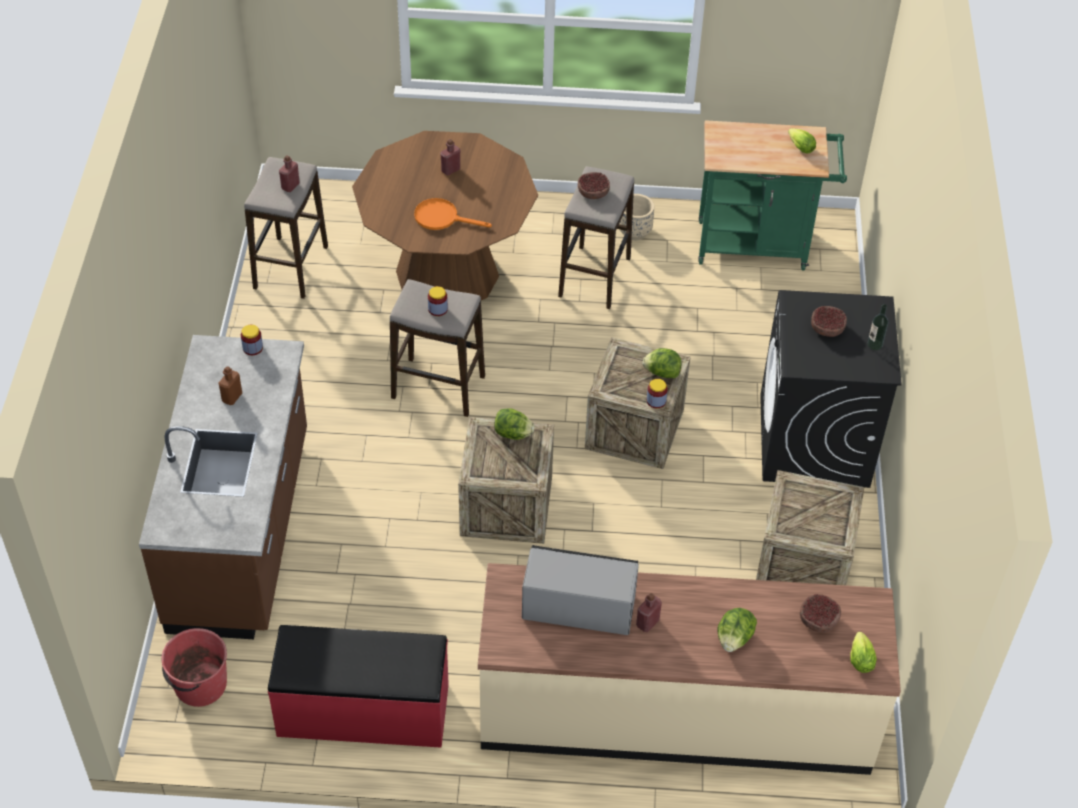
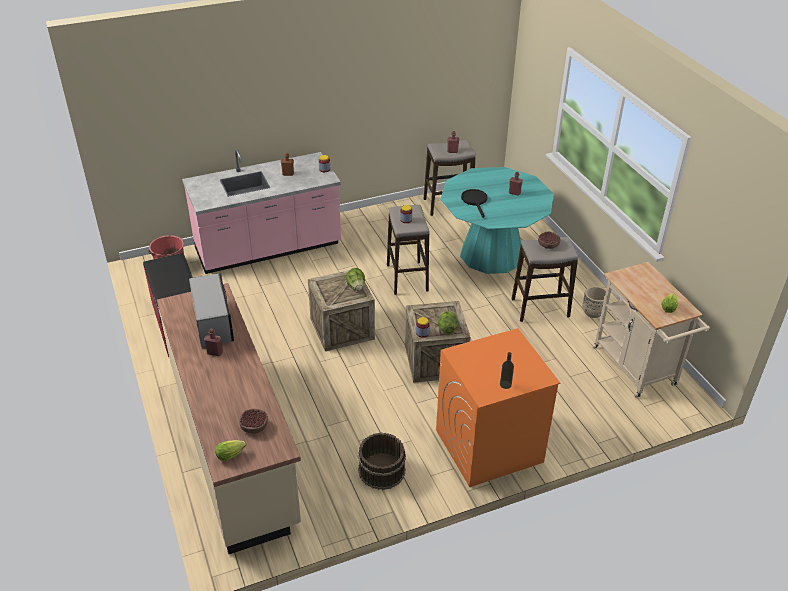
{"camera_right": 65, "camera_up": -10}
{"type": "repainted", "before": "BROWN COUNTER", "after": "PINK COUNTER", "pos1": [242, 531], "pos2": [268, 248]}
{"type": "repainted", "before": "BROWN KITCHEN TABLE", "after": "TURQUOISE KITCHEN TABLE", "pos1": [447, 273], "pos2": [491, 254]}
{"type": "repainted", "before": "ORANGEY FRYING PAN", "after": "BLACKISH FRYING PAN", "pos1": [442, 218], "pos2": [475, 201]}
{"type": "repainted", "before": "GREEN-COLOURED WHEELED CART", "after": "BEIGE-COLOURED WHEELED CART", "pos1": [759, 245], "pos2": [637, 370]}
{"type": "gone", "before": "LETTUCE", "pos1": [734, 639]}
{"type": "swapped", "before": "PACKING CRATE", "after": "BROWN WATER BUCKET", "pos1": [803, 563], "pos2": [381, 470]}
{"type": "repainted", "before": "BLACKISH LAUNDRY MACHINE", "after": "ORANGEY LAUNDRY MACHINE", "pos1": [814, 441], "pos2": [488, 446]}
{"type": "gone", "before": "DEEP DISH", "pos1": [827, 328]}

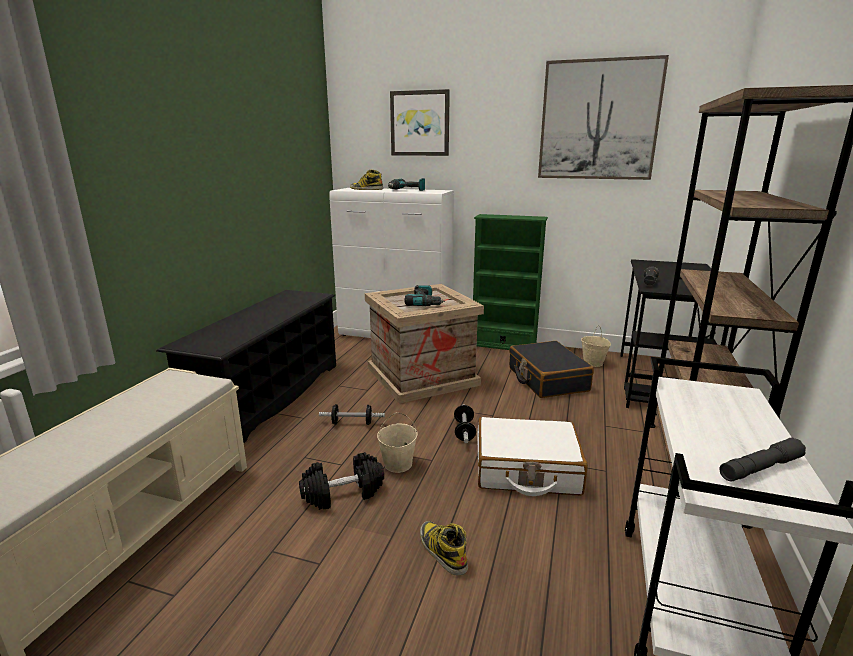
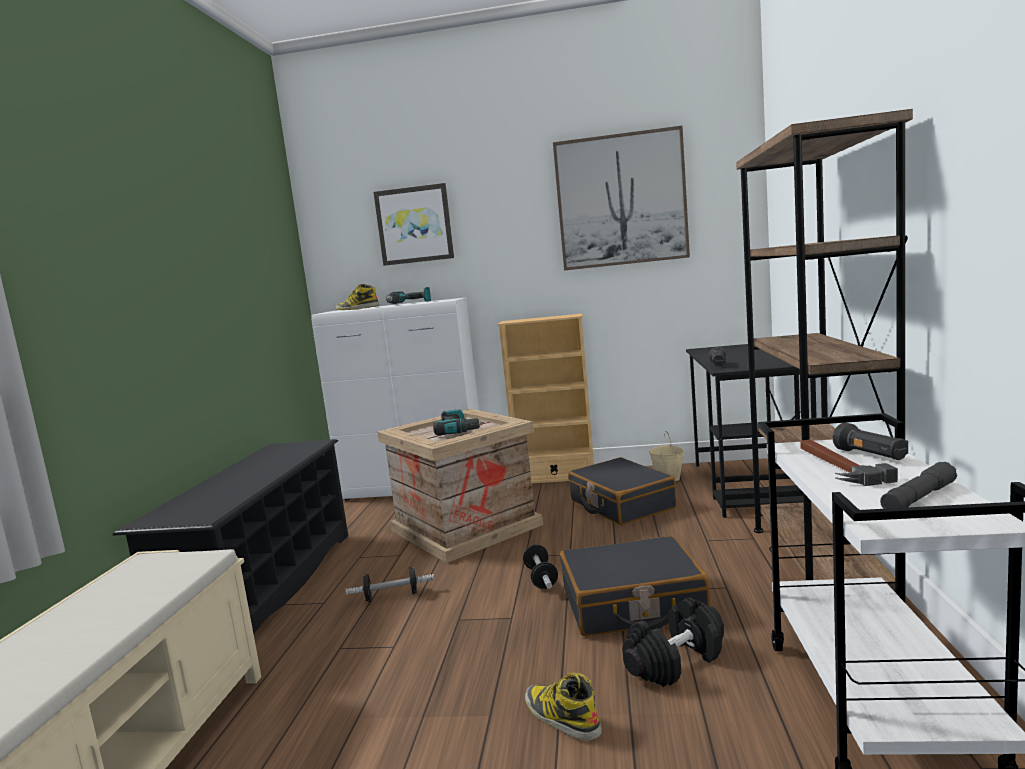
{"camera_right": -10, "camera_up": -10}
{"type": "shifted", "before": "BLACKISH FREE WEIGHT", "pos1": [343, 494], "pos2": [675, 662]}
{"type": "gone", "before": "BEIGE-COLOURED WATER BUCKET", "pos1": [398, 464]}
{"type": "repainted", "before": "GREEN-COLOURED BOOKCASE", "after": "BEIGE-COLOURED BOOKCASE", "pos1": [503, 345], "pos2": [555, 477]}
{"type": "repainted", "before": "WHITE PIECE OF LUGGAGE", "after": "BLACKISH PIECE OF LUGGAGE", "pos1": [526, 469], "pos2": [632, 605]}
{"type": "new", "after": "HAND HAMMER", "pos2": [835, 465]}
{"type": "new", "after": "BLACKISH TORCH", "pos2": [870, 456]}

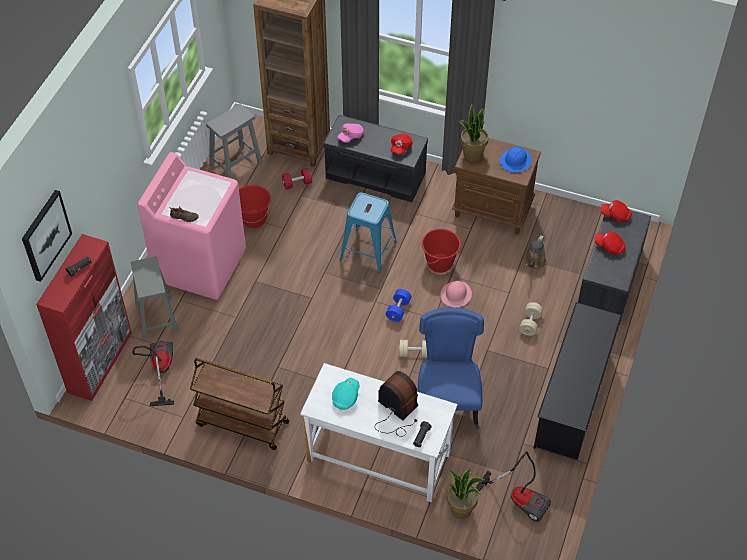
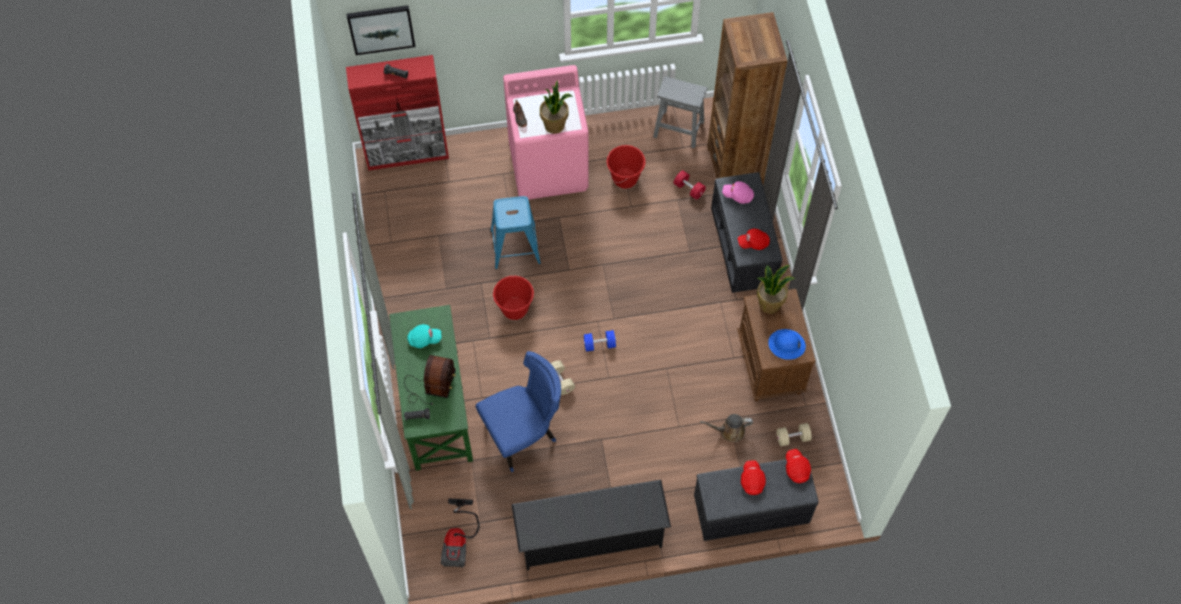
{"camera_right": 60, "camera_up": 10}
{"type": "gone", "before": "GREYISH STOOL SEAT", "pos1": [156, 317]}
{"type": "gone", "before": "HOOVER", "pos1": [159, 371]}
{"type": "gone", "before": "BROWN WHEELED CART", "pos1": [241, 424]}
{"type": "repainted", "before": "WHITE DESK", "after": "GREEN-COLOURED DESK", "pos1": [378, 458], "pos2": [436, 407]}
{"type": "shifted", "before": "BLUISH STOOL SEAT", "pos1": [368, 250], "pos2": [515, 247]}
{"type": "shifted", "before": "RED-COLOURED WATER BUCKET", "pos1": [440, 263], "pos2": [515, 309]}
{"type": "gone", "before": "PINK HARD HAT", "pos1": [456, 295]}
{"type": "shifted", "before": "PLANT IN A POT", "pos1": [461, 509], "pos2": [555, 125]}
{"type": "shifted", "before": "BEIGE-COLOURED FREE WEIGHT", "pos1": [530, 323], "pos2": [792, 438]}

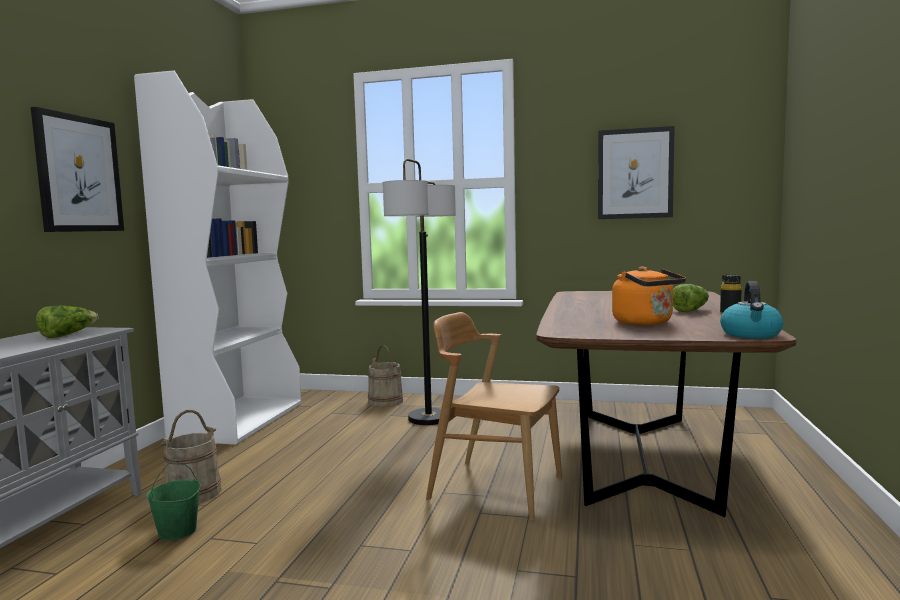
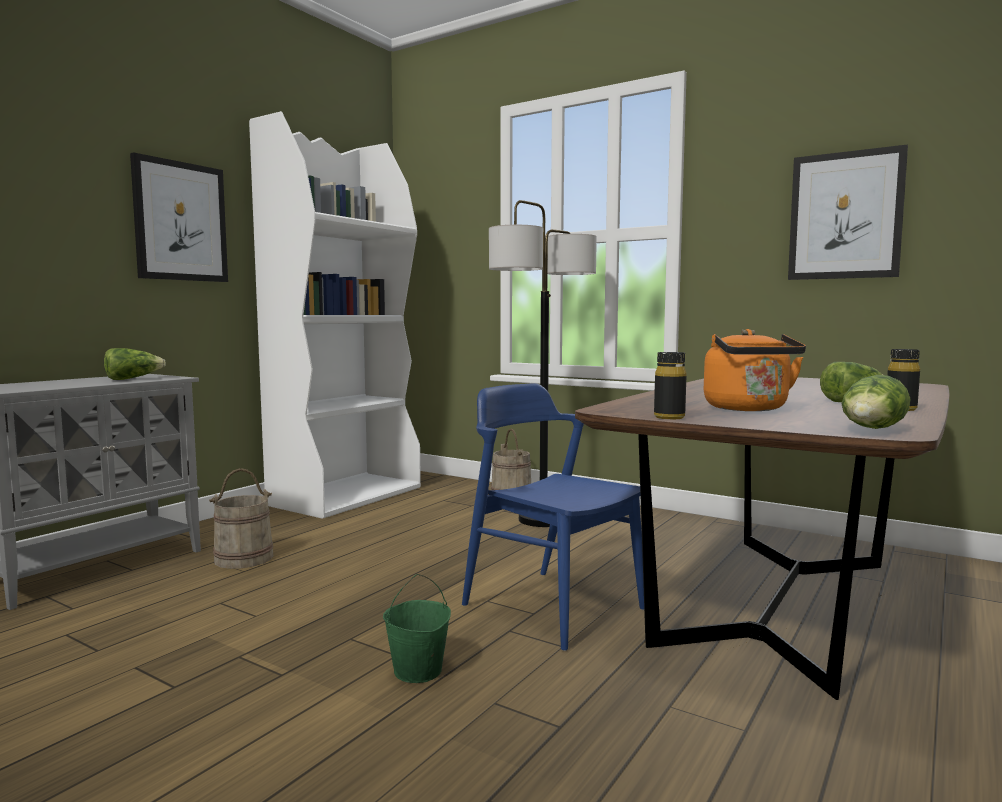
{"camera_right": 20, "camera_up": 0}
{"type": "shifted", "before": "GREEN-COLOURED WATER BUCKET", "pos1": [178, 532], "pos2": [418, 671]}
{"type": "repainted", "before": "BROWN PLAIN CHAIR", "after": "BLUISH PLAIN CHAIR", "pos1": [495, 488], "pos2": [552, 606]}
{"type": "swapped", "before": "KETTLE", "after": "LETTUCE", "pos1": [751, 334], "pos2": [872, 430]}
{"type": "new", "after": "BLACKISH DRINK BOTTLE", "pos2": [669, 417]}

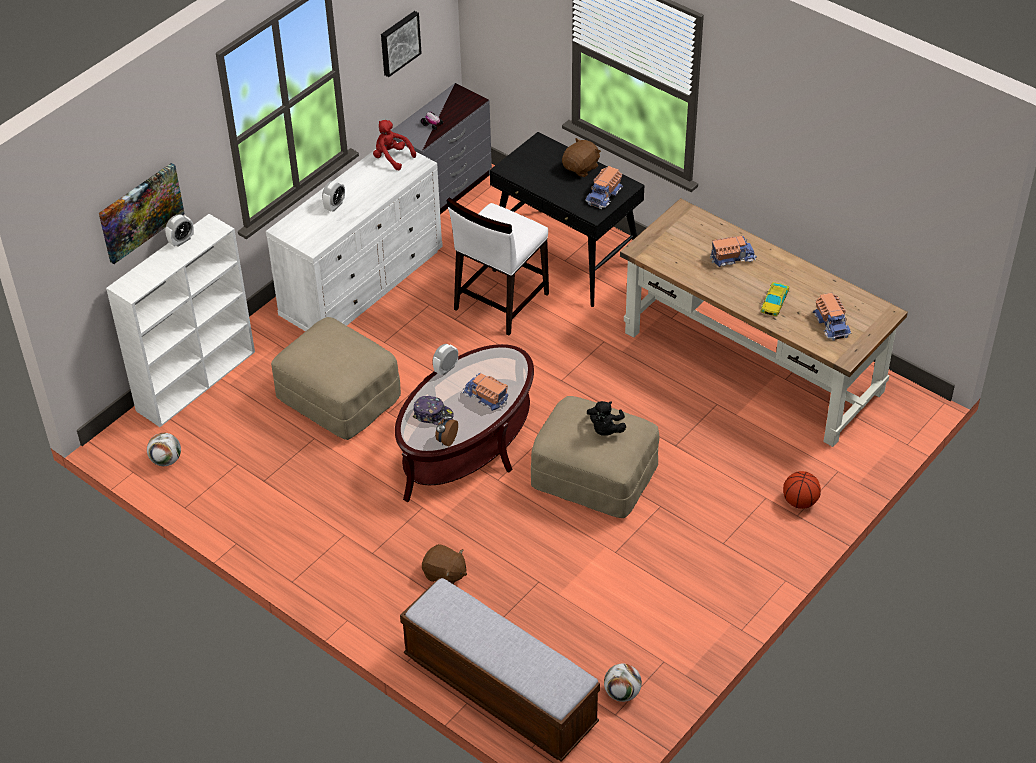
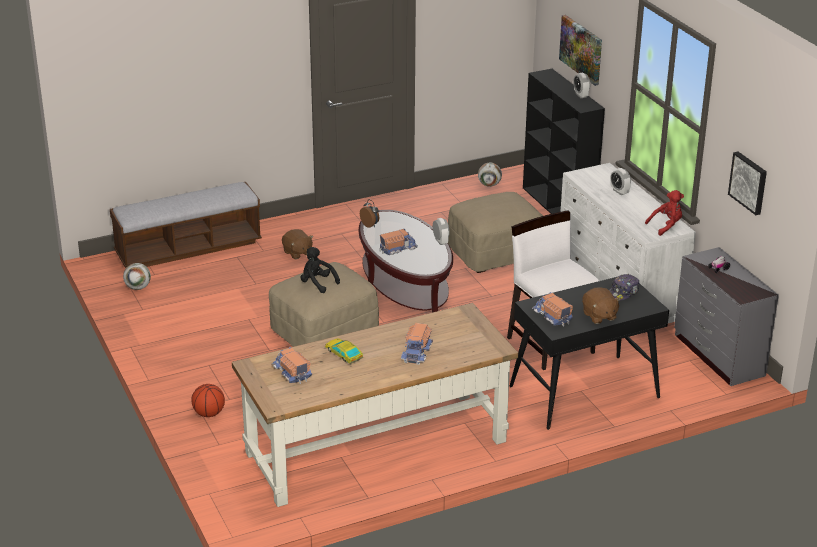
{"camera_right": 115, "camera_up": -15}
{"type": "repainted", "before": "WHITE BOOKCASE", "after": "BLACKISH BOOKCASE", "pos1": [197, 380], "pos2": [558, 207]}
{"type": "shifted", "before": "PEAKED CAP", "pos1": [433, 415], "pos2": [623, 292]}
{"type": "rotated", "before": "BROWN SOFT TOY", "pos1": [444, 575], "pos2": [297, 253], "turn": -90}
{"type": "rotated", "before": "TOY LORRY", "pos1": [832, 324], "pos2": [291, 373], "turn": 45}

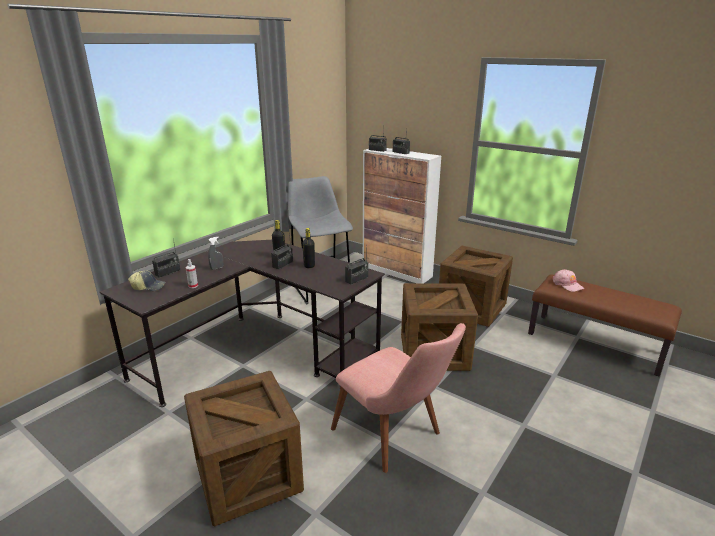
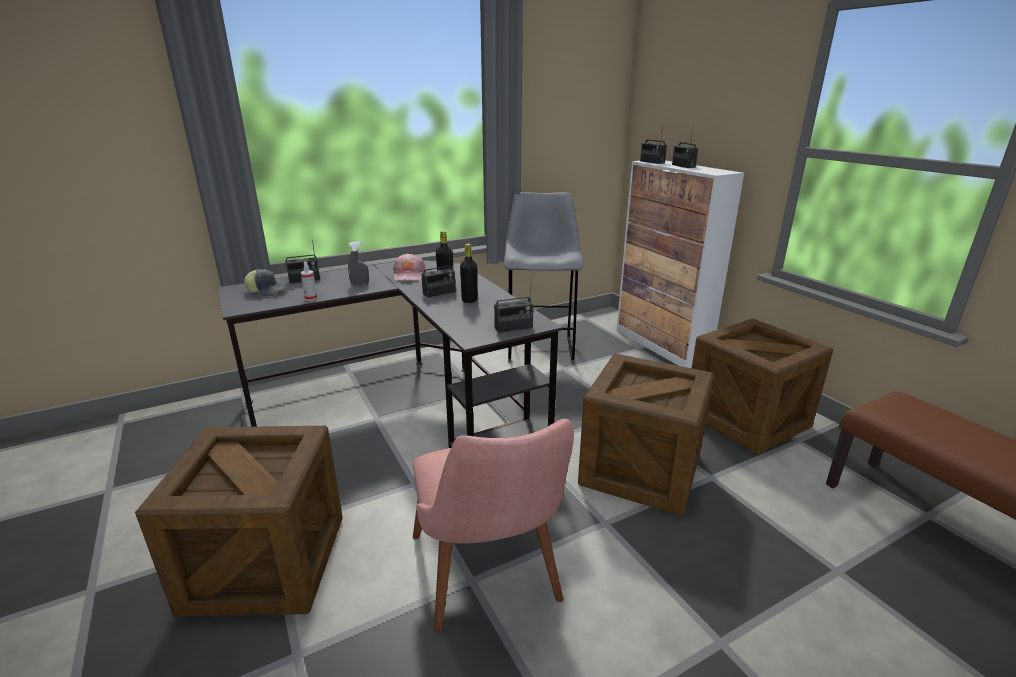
{"camera_right": 25, "camera_up": 0}
{"type": "shifted", "before": "PINK PEAKED CAP", "pos1": [567, 284], "pos2": [409, 275]}

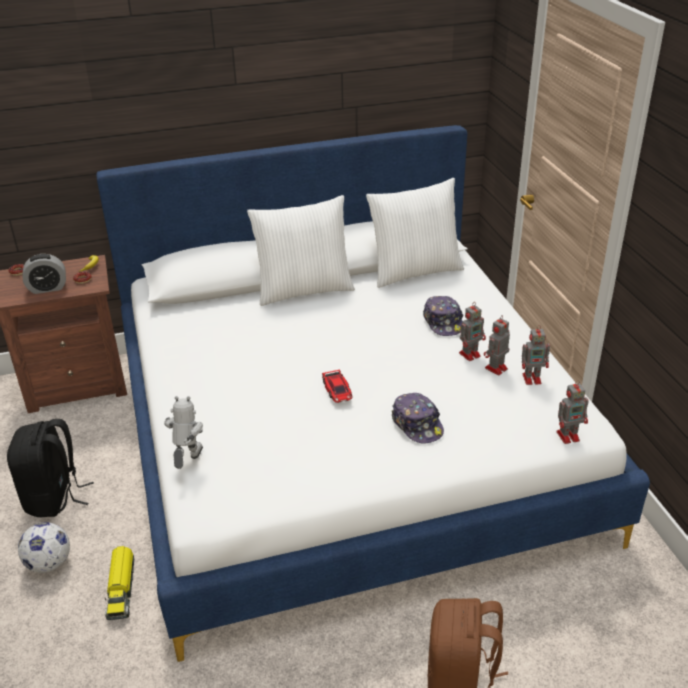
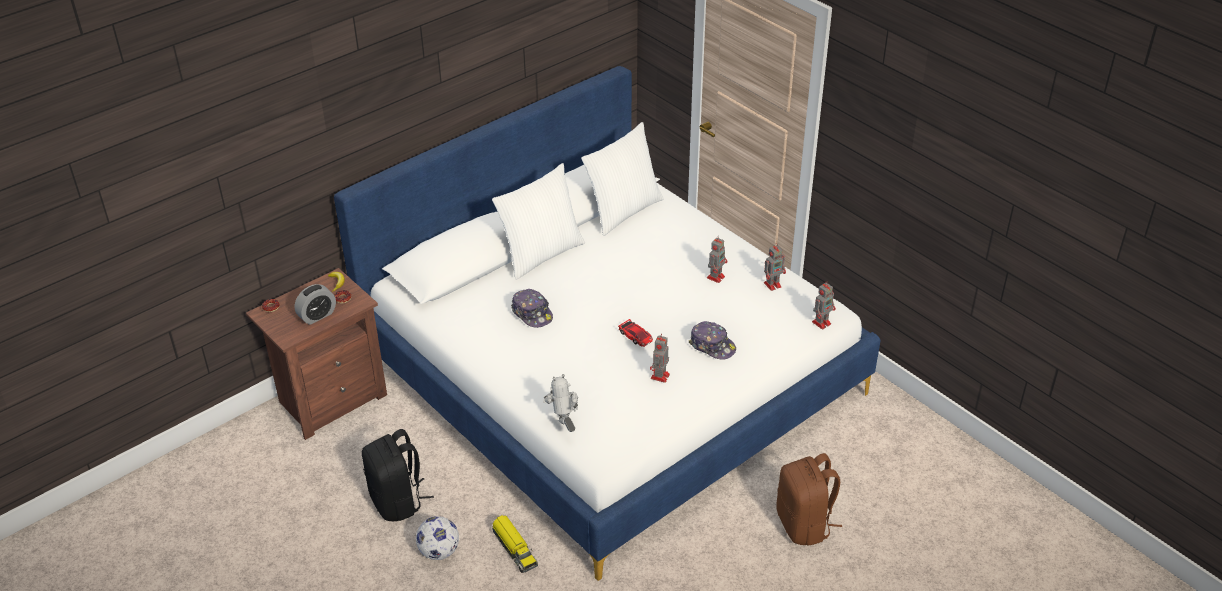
{"camera_right": -25, "camera_up": 5}
{"type": "shifted", "before": "PEAKED CAP", "pos1": [443, 322], "pos2": [532, 313]}
{"type": "shifted", "before": "TOY ROBOT", "pos1": [495, 369], "pos2": [659, 377]}

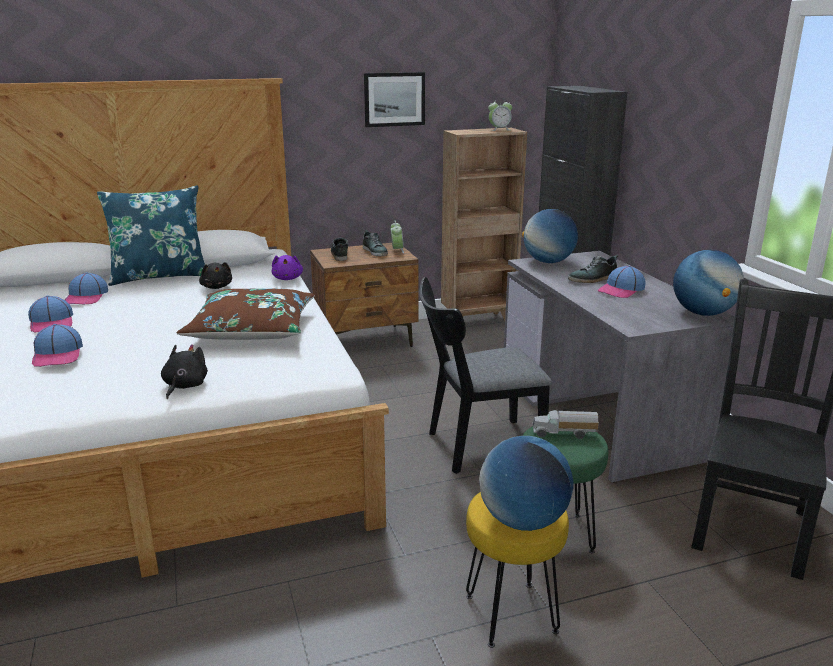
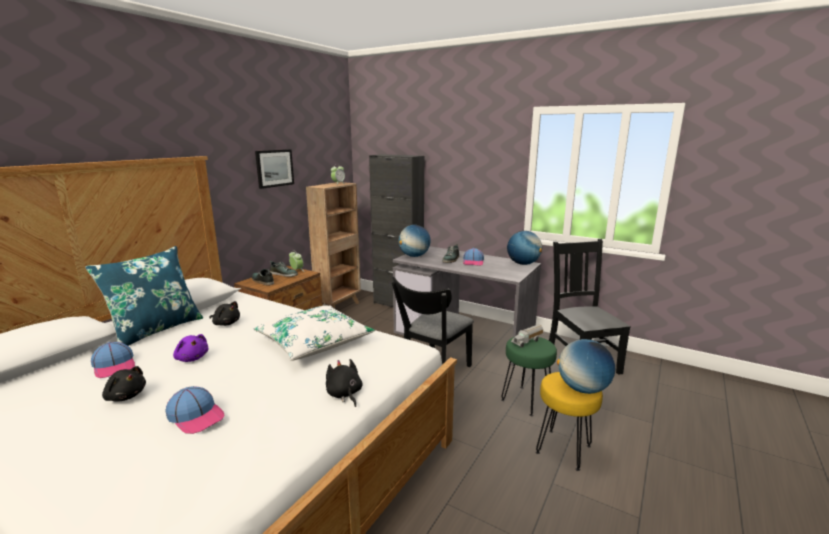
{"camera_right": -40, "camera_up": -5}
{"type": "swapped", "before": "PEAKED CAP", "after": "BLACKISH SOFT TOY", "pos1": [52, 323], "pos2": [125, 396]}
{"type": "repainted", "before": "BROWN THROW PILLOW", "after": "WHITE THROW PILLOW", "pos1": [252, 329], "pos2": [314, 342]}
{"type": "shifted", "before": "PURPLE SOFT TOY", "pos1": [287, 278], "pos2": [192, 358]}

